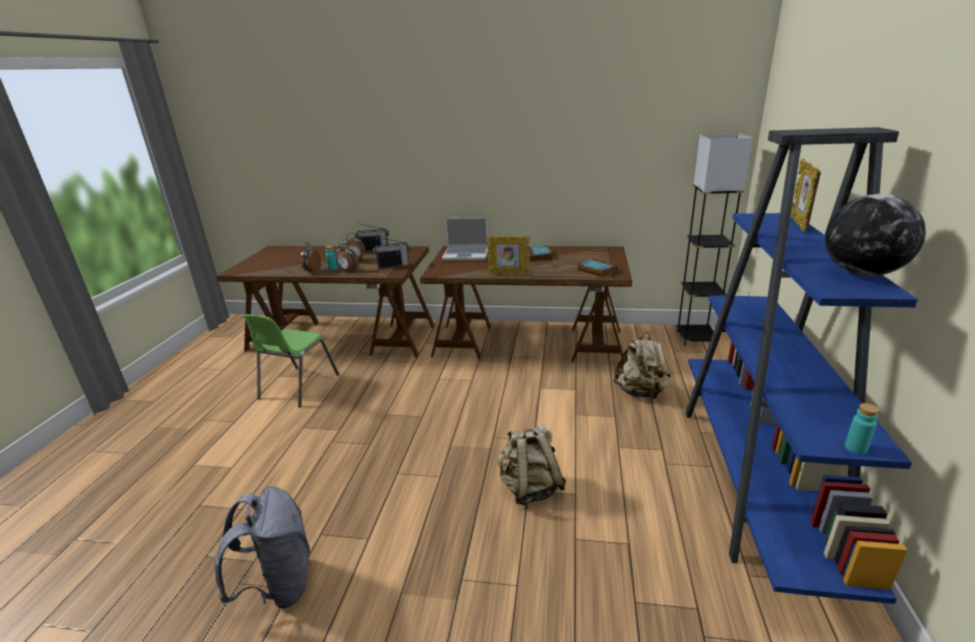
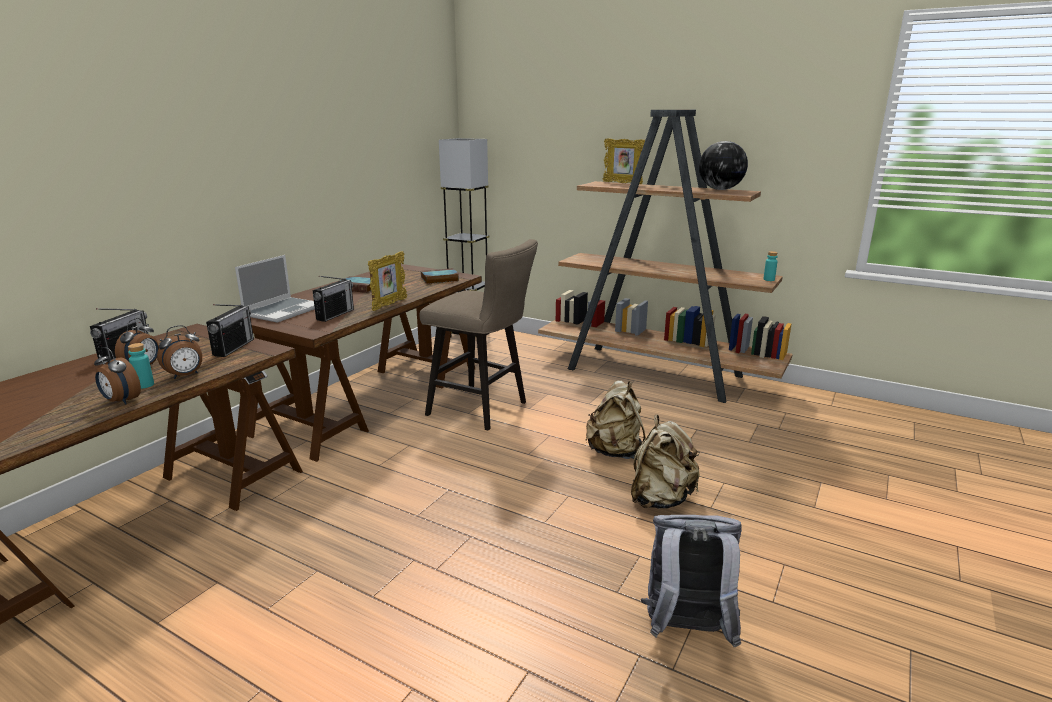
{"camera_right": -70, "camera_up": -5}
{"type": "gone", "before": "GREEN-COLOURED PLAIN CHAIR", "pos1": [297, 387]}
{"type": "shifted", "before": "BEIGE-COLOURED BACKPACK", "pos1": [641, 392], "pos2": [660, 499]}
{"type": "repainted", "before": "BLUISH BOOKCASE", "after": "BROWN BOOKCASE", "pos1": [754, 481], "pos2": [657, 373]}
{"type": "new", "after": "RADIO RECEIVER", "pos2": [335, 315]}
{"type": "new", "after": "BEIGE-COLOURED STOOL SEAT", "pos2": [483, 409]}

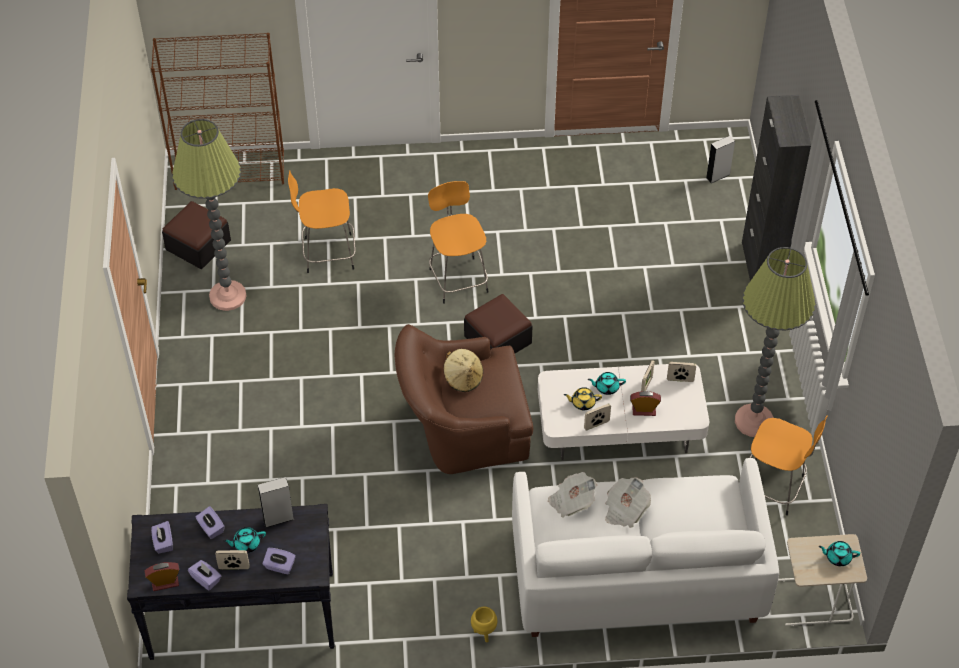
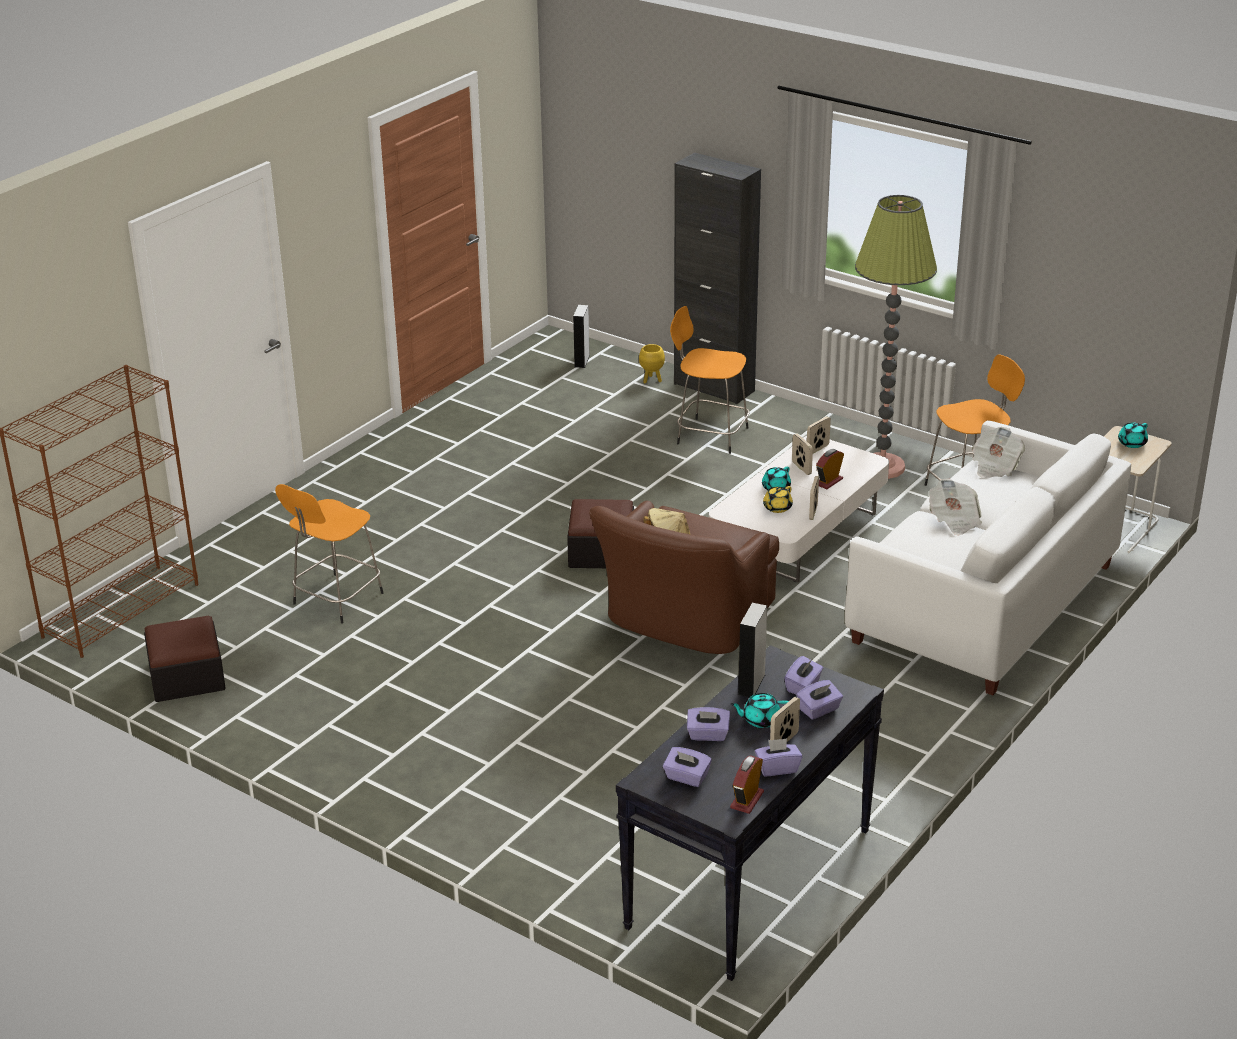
{"camera_right": -50, "camera_up": -20}
{"type": "gone", "before": "STANDING LAMP", "pos1": [228, 296]}
{"type": "rotated", "before": "TURQUOISE TEA POT", "pos1": [246, 544], "pos2": [760, 720], "turn": 60}
{"type": "shifted", "before": "ORANGEY STOOL SEAT", "pos1": [458, 278], "pos2": [710, 435]}
{"type": "shifted", "before": "YELLOWISH FLOWER POT", "pos1": [483, 633], "pos2": [652, 380]}
{"type": "shifted", "before": "DAILY PAPER", "pos1": [571, 501], "pos2": [995, 466]}
{"type": "new", "after": "PURPLE TISSUE BOX", "pos2": [803, 686]}

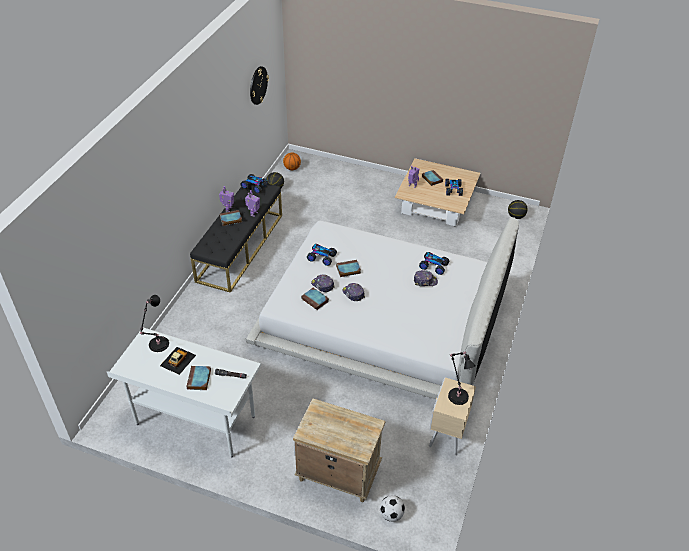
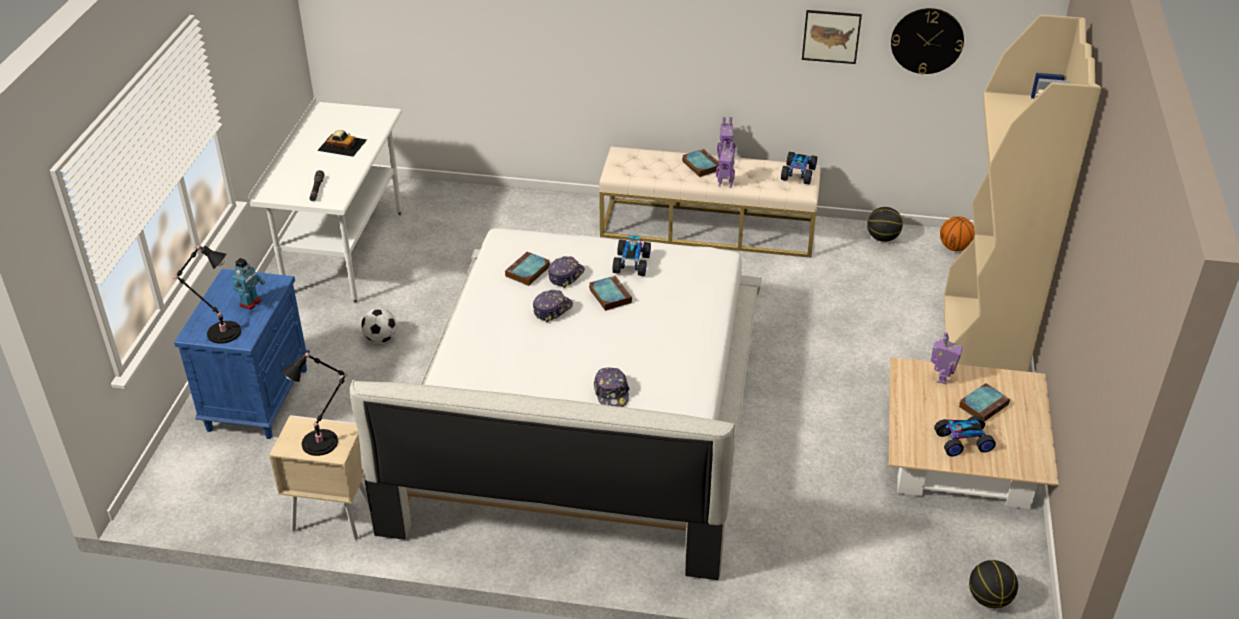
{"camera_right": 80, "camera_up": -5}
{"type": "shifted", "before": "BLACKISH TABLE LAMP", "pos1": [158, 345], "pos2": [221, 332]}
{"type": "gone", "before": "VOLUME", "pos1": [199, 380]}
{"type": "repainted", "before": "BLACKISH INDOOR BENCH", "after": "BEIGE-COLOURED INDOOR BENCH", "pos1": [240, 247], "pos2": [708, 228]}
{"type": "repainted", "before": "BEIGE-COLOURED NIGHTSTAND", "after": "BLUISH NIGHTSTAND", "pos1": [337, 473], "pos2": [257, 398]}
{"type": "shifted", "before": "FOOTBALL BALL", "pos1": [391, 514], "pos2": [380, 338]}
{"type": "gone", "before": "MODEL CAR", "pos1": [433, 266]}
{"type": "new", "after": "TOY ROBOT", "pos2": [250, 303]}
{"type": "new", "after": "WALL ART", "pos2": [831, 36]}
{"type": "new", "after": "BEIGE-COLOURED BOOKCASE", "pos2": [983, 341]}

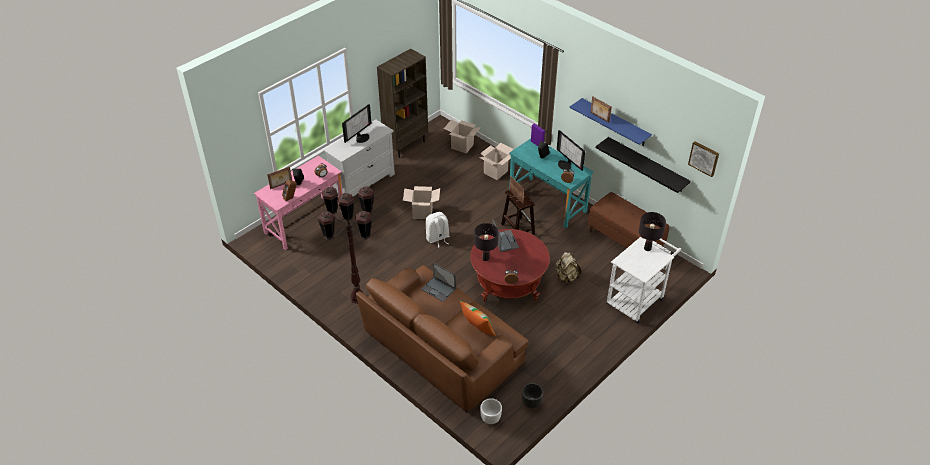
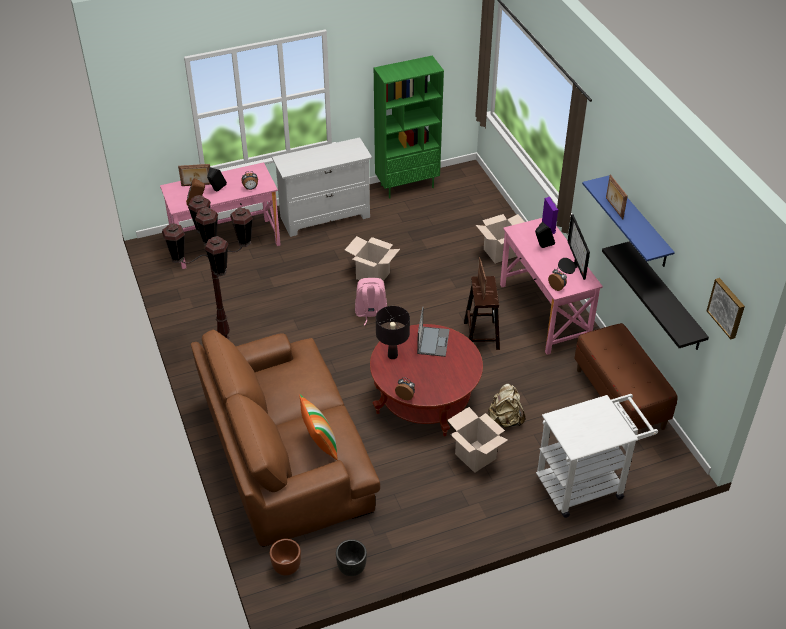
{"camera_right": 25, "camera_up": 0}
{"type": "gone", "before": "COMPUTER SCREEN", "pos1": [361, 137]}
{"type": "repainted", "before": "BROWN BOOKCASE", "after": "GREEN-COLOURED BOOKCASE", "pos1": [406, 145], "pos2": [407, 186]}
{"type": "gone", "before": "PORTABLE COMPUTER", "pos1": [438, 289]}
{"type": "repainted", "before": "WHITE BACKPACK", "after": "PINK BACKPACK", "pos1": [437, 238], "pos2": [371, 314]}
{"type": "shifted", "before": "CARDBOARD BOX", "pos1": [462, 146], "pos2": [475, 456]}
{"type": "repainted", "before": "WHITE FLOWER POT", "after": "BROWN FLOWER POT", "pos1": [490, 419], "pos2": [286, 567]}
{"type": "repainted", "before": "TURQUOISE DESK", "after": "PINK DESK", "pos1": [547, 202], "pos2": [544, 313]}
{"type": "gone", "before": "BLACKISH TABLE LAMP", "pos1": [647, 248]}

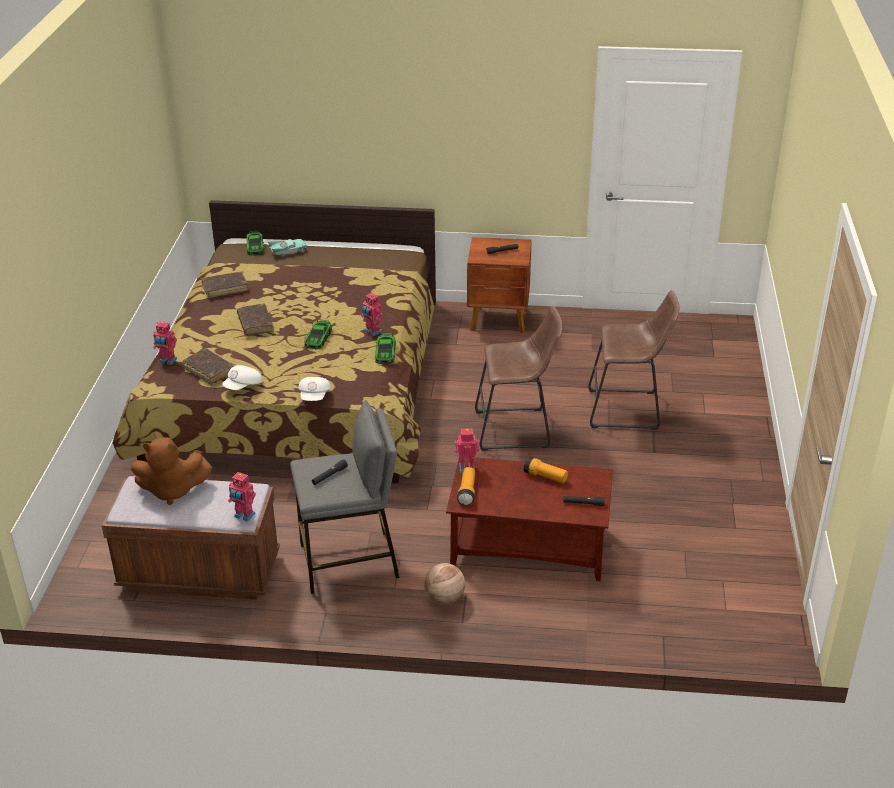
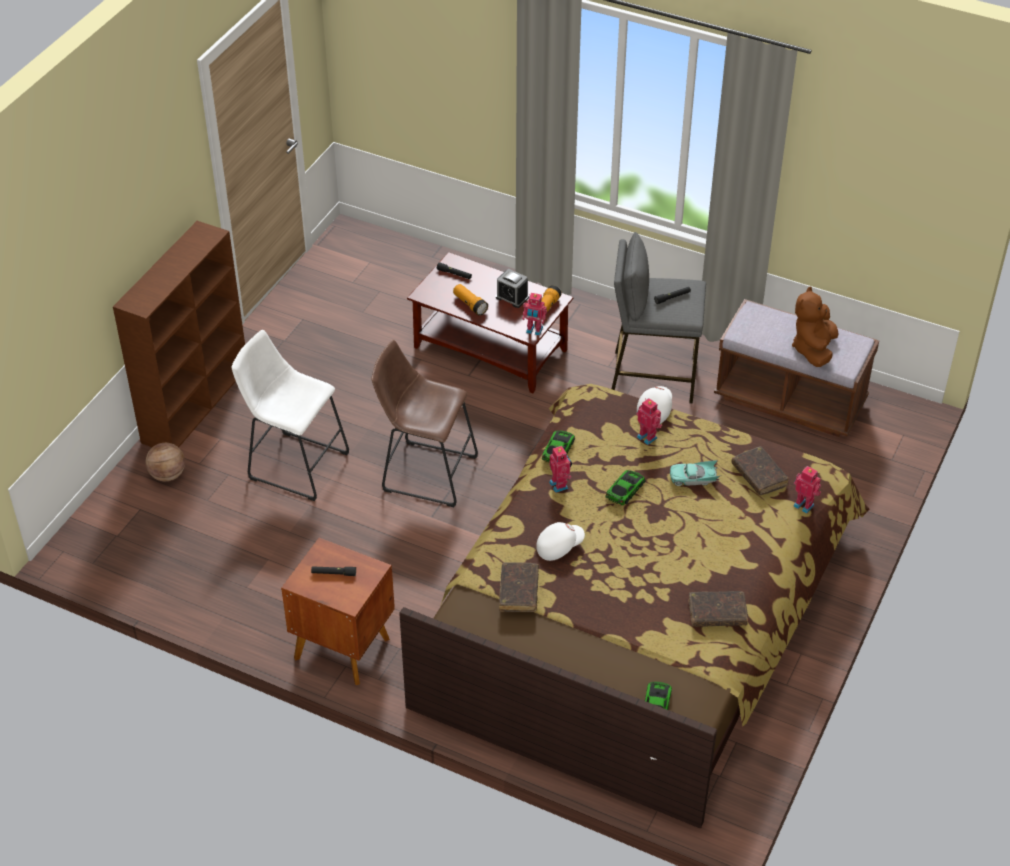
{"camera_right": -160, "camera_up": 10}
{"type": "rotated", "before": "BROWN SOFT TOY", "pos1": [172, 490], "pos2": [813, 349], "turn": -90}
{"type": "shifted", "before": "WHITE PEAKED CAP", "pos1": [243, 386], "pos2": [559, 546]}
{"type": "shifted", "before": "TOY ROBOT", "pos1": [244, 516], "pos2": [648, 437]}
{"type": "shifted", "before": "BROWN VOLUME", "pos1": [255, 324], "pos2": [518, 591]}
{"type": "shifted", "before": "TURQUOISE MODEL CAR", "pos1": [288, 251], "pos2": [693, 478]}
{"type": "shifted", "before": "BASKETBALL BALL", "pos1": [445, 598], "pos2": [167, 475]}
{"type": "repainted", "before": "BROWN STOOL SEAT", "after": "WHITE STOOL SEAT", "pos1": [628, 410], "pos2": [294, 463]}
{"type": "new", "after": "BROWN BOOKCASE", "pos2": [196, 403]}
{"type": "new", "after": "TABLE CLOCK", "pos2": [512, 297]}

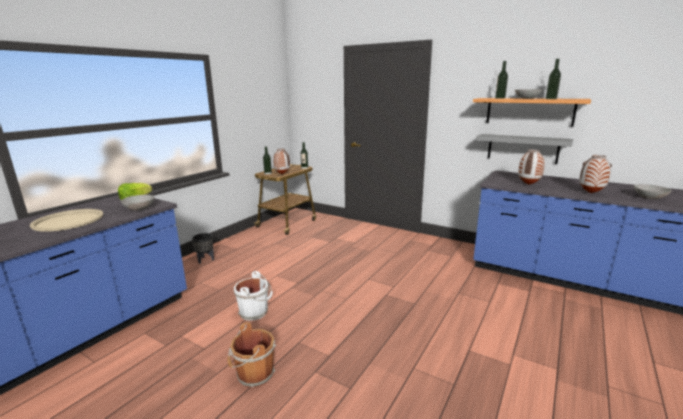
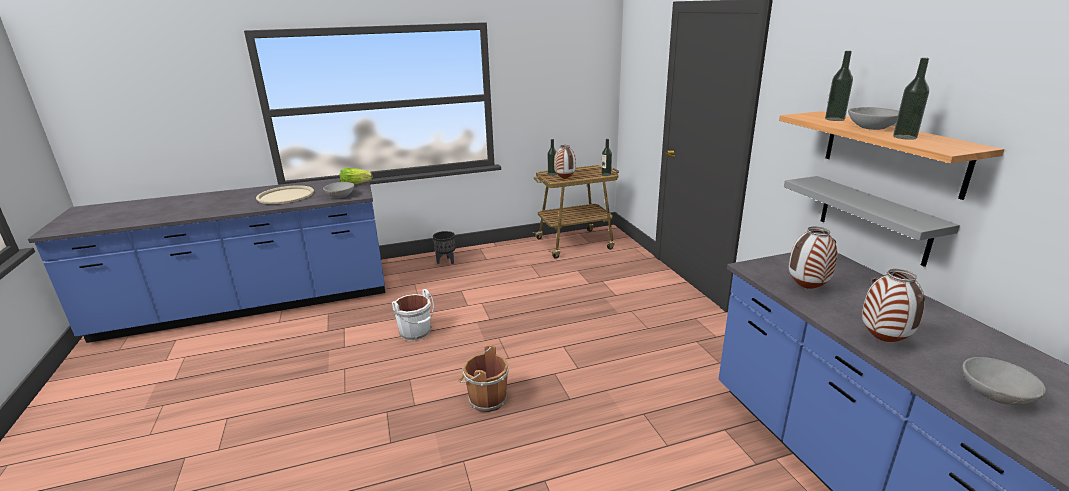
{"camera_right": 40, "camera_up": 5}
{"type": "shifted", "before": "BROWN WATER BUCKET", "pos1": [254, 375], "pos2": [485, 399]}

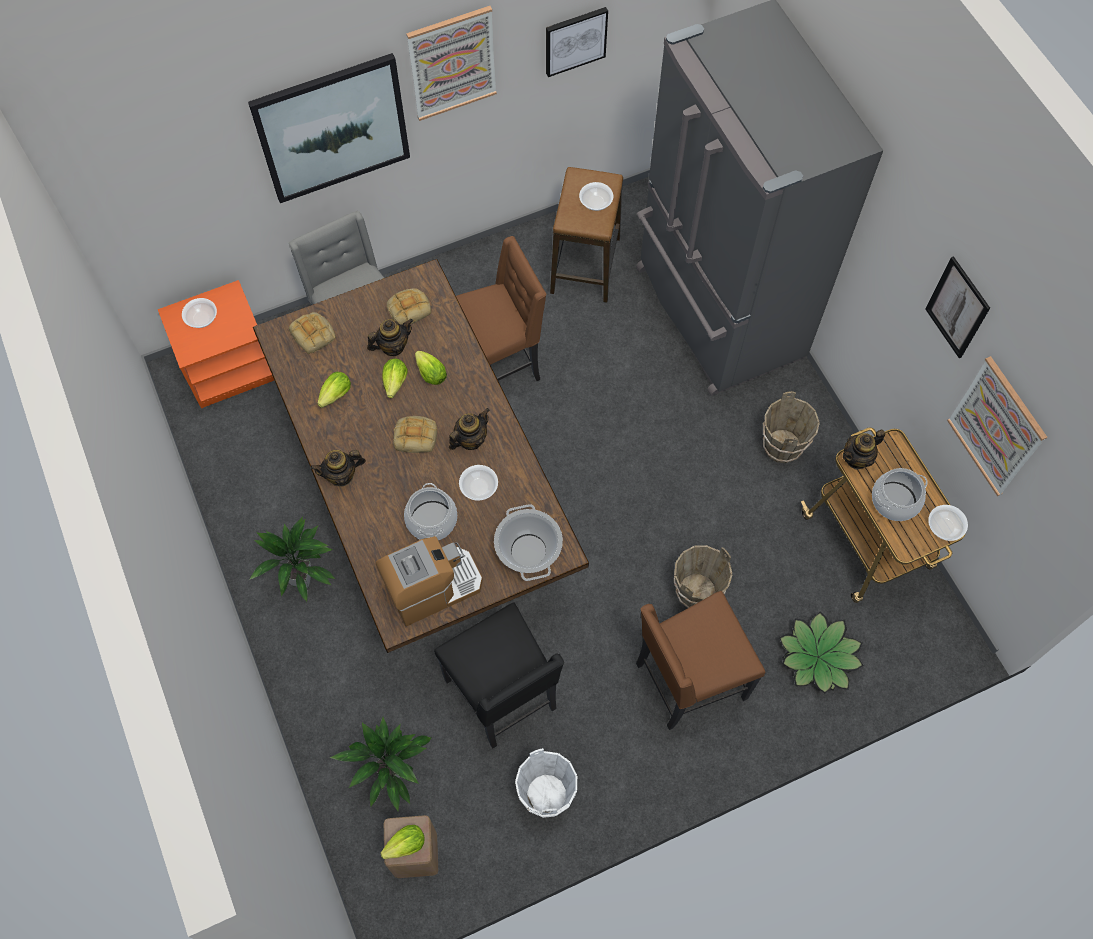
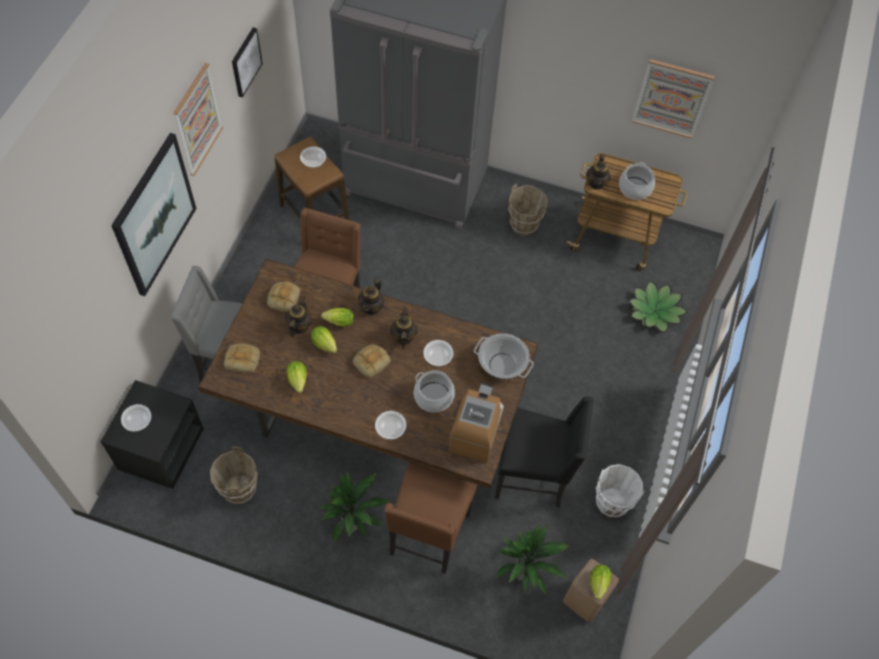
{"camera_right": -50, "camera_up": -5}
{"type": "repainted", "before": "ORANGEY NIGHTSTAND", "after": "BLACKISH NIGHTSTAND", "pos1": [229, 365], "pos2": [161, 448]}
{"type": "shifted", "before": "TEA POT", "pos1": [341, 475], "pos2": [371, 307]}
{"type": "shifted", "before": "BROWN PLAIN CHAIR", "pos1": [688, 681], "pos2": [428, 535]}
{"type": "shifted", "before": "BROWN WATER BUCKET", "pos1": [696, 592], "pos2": [239, 490]}
{"type": "gone", "before": "WALL ART", "pos1": [957, 308]}
{"type": "shifted", "before": "DEEP DISH", "pos1": [944, 527], "pos2": [390, 428]}

